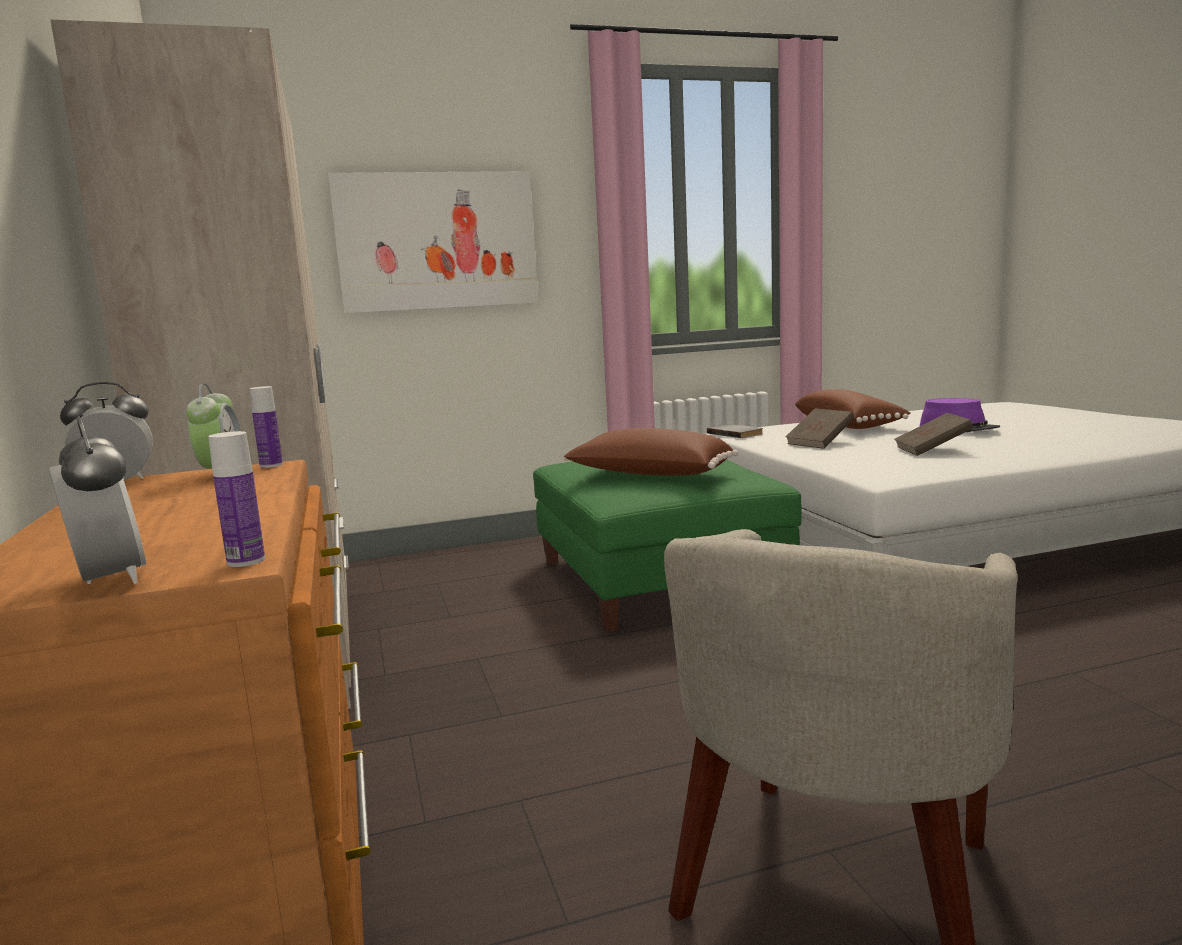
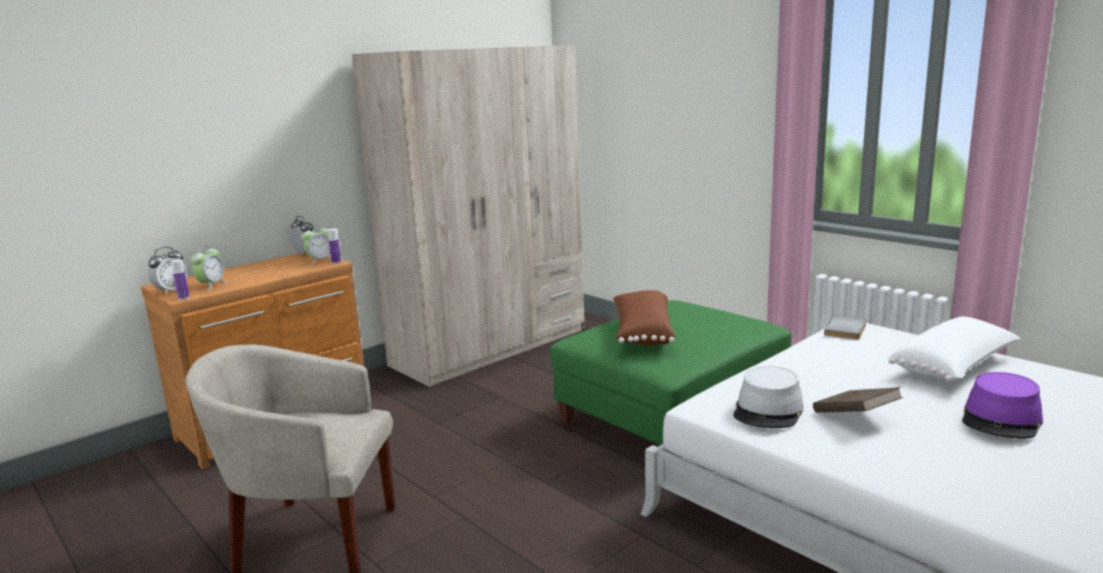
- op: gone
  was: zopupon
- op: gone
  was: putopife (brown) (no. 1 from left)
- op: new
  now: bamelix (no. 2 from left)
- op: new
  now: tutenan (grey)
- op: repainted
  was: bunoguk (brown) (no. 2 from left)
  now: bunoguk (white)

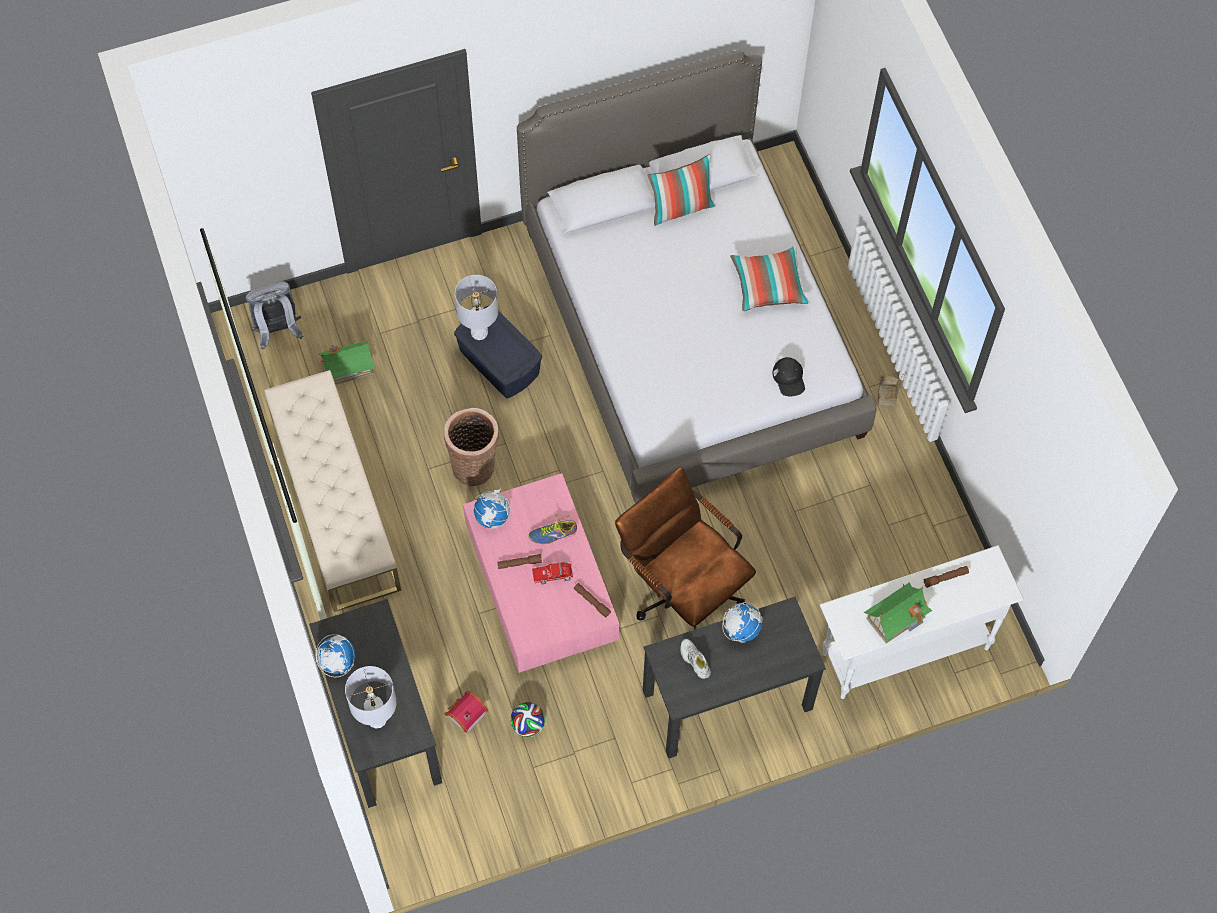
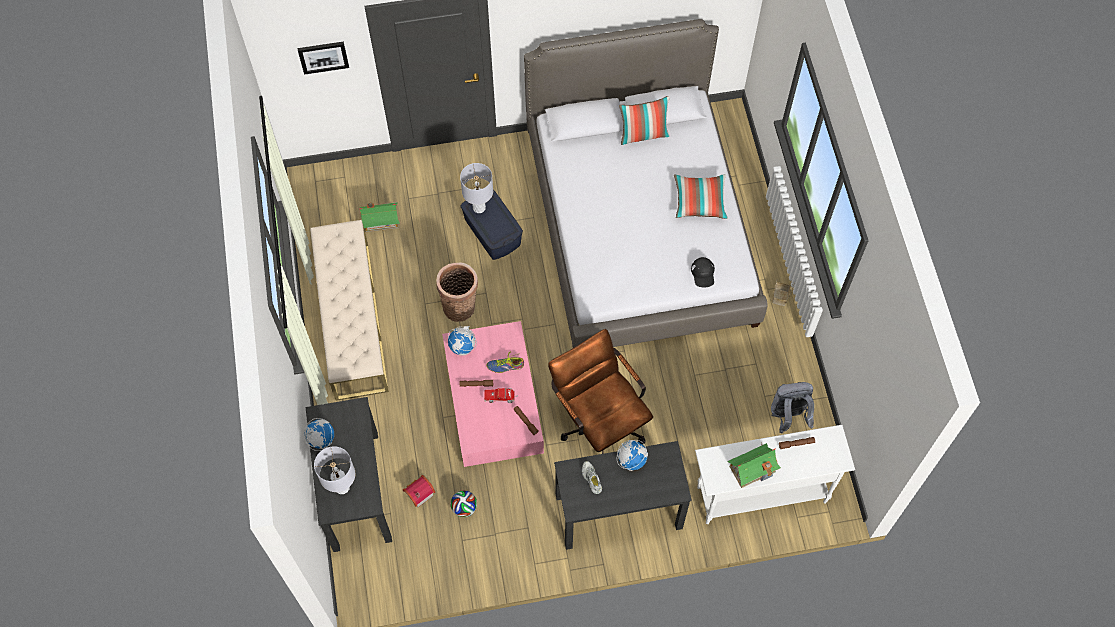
- op: new
  now: zopupon
- op: shifted
  was: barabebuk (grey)

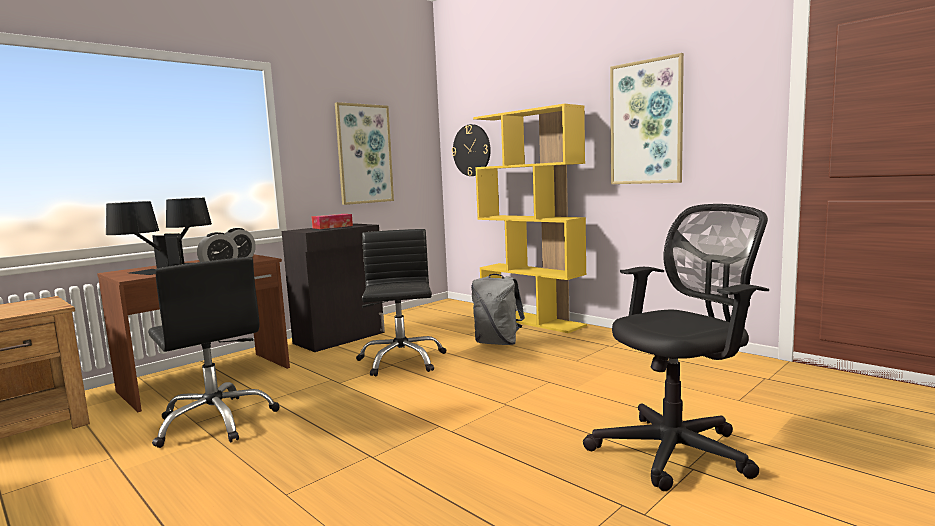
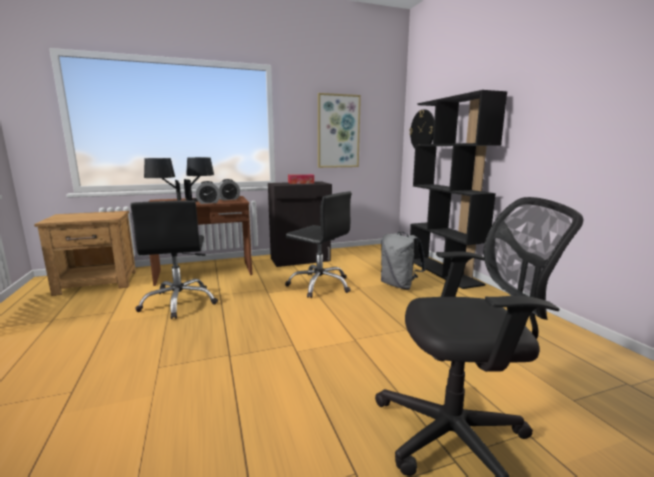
- op: gone
  was: zopupon (no. 2 from left)
- op: repainted
  was: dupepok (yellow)
  now: dupepok (black)
- op: rotated
  was: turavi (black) (no. 2 from left)
  clockwise: 105

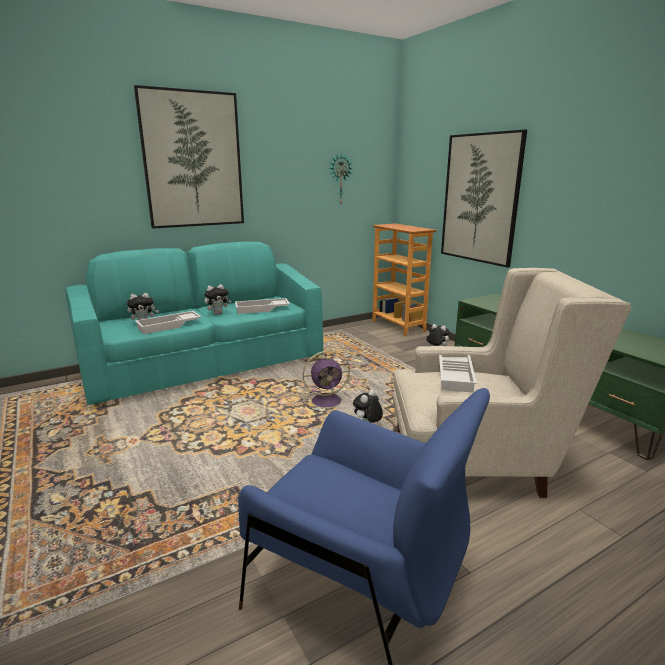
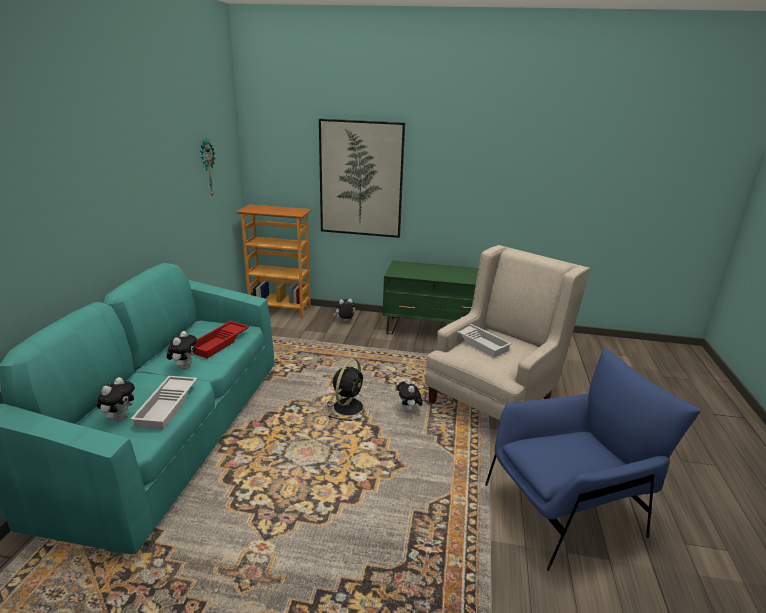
- op: gone
  was: zopupon (no. 1 from left)
- op: repainted
  was: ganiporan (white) (no. 2 from left)
  now: ganiporan (red)
- op: repainted
  was: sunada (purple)
  now: sunada (black)

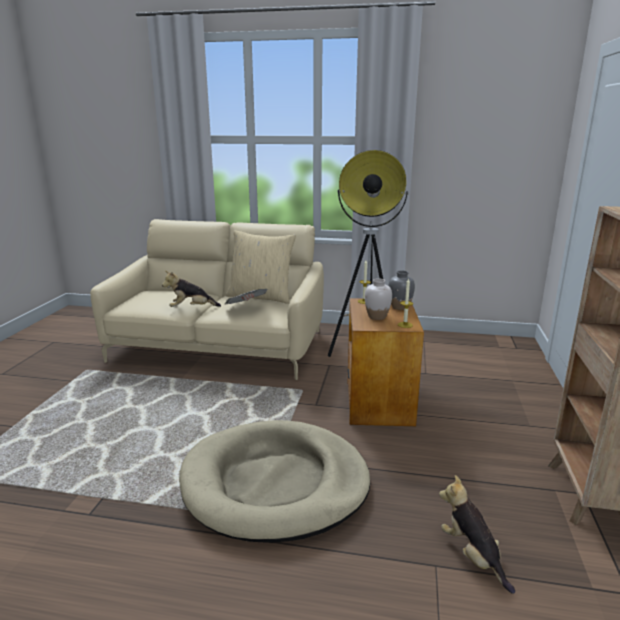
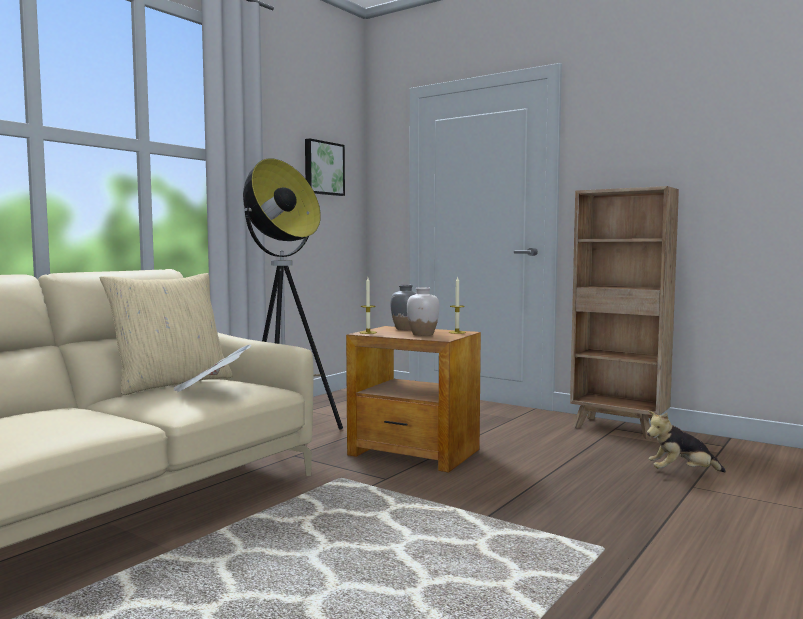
- op: gone
  was: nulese (no. 1 from left)
- op: gone
  was: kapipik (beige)
- op: new
  now: zopupon

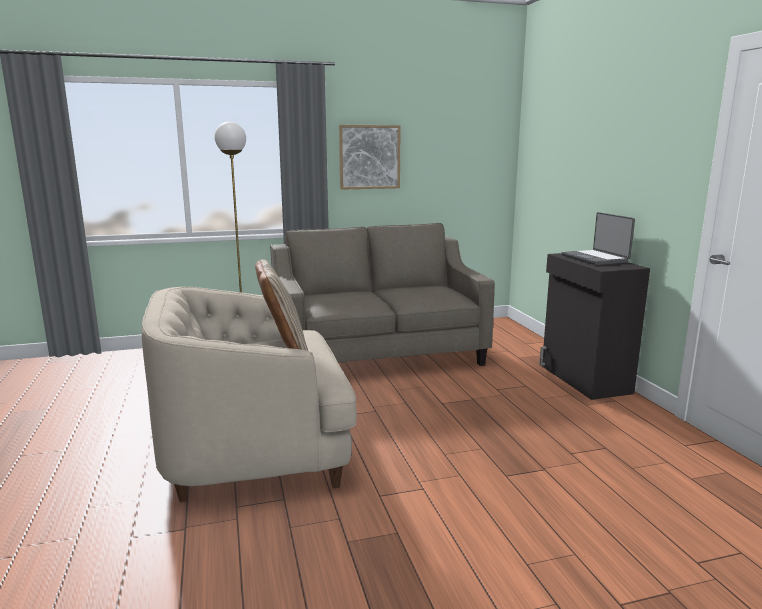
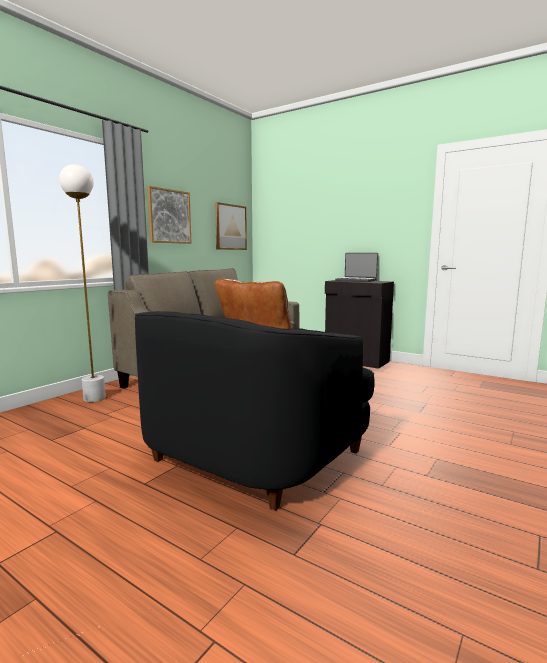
- op: new
  now: zopupon (no. 2 from left)
- op: repainted
  was: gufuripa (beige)
  now: gufuripa (black)

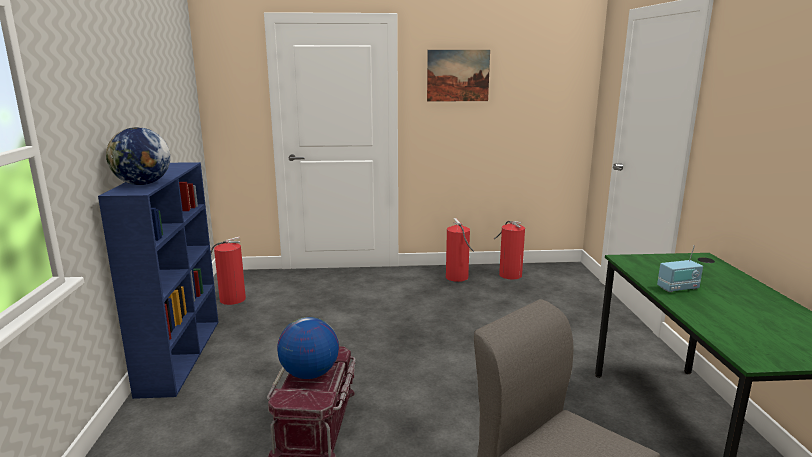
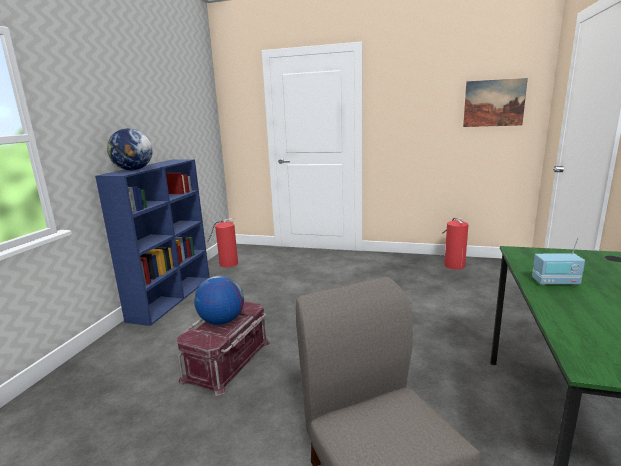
- op: gone
  was: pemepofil (no. 2 from left)
- op: shifted
  was: zopupon

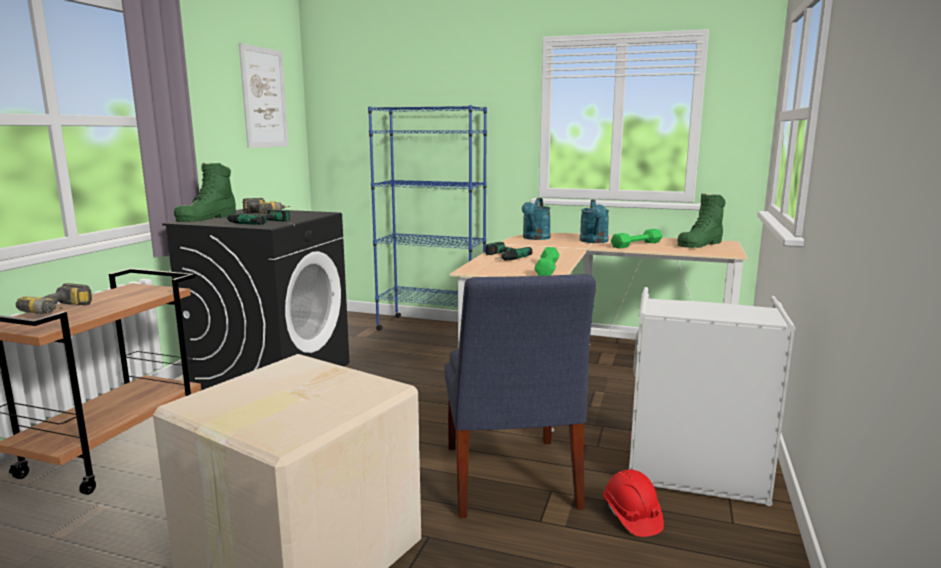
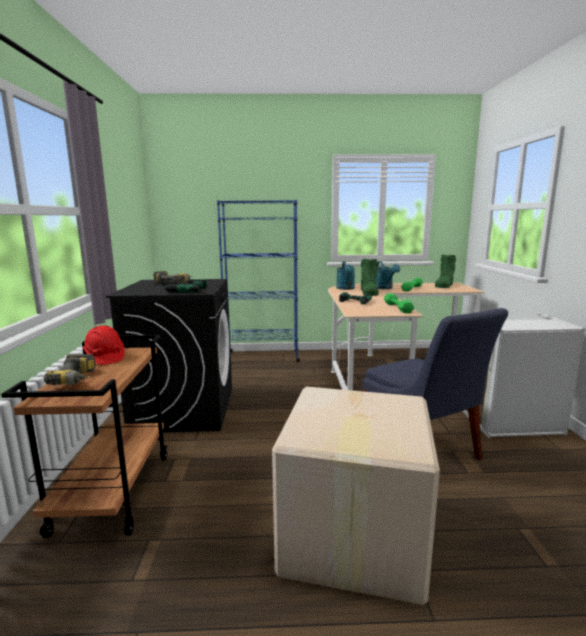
- op: gone
  was: zopupon
- op: shifted
  was: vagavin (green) (no. 1 from left)
- op: shifted
  was: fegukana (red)

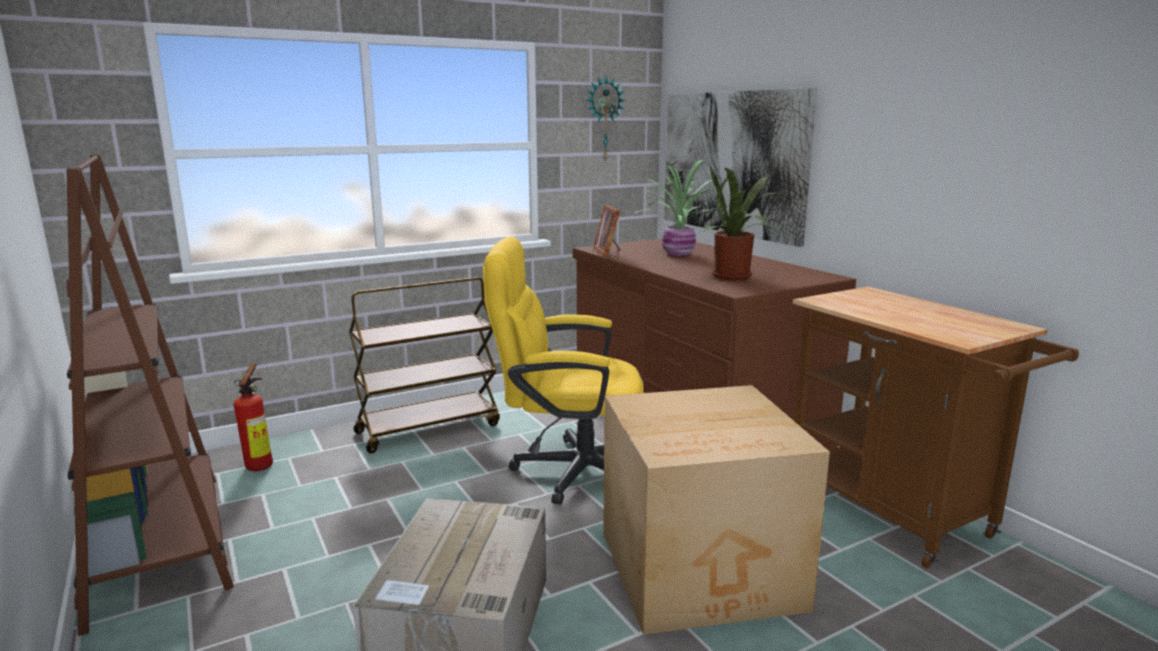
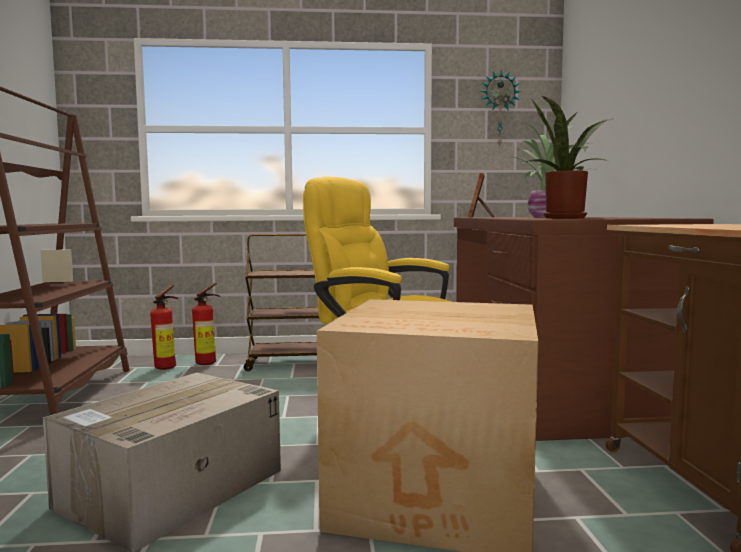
- op: gone
  was: zopupon
- op: new
  now: pemepofil (no. 2 from left)

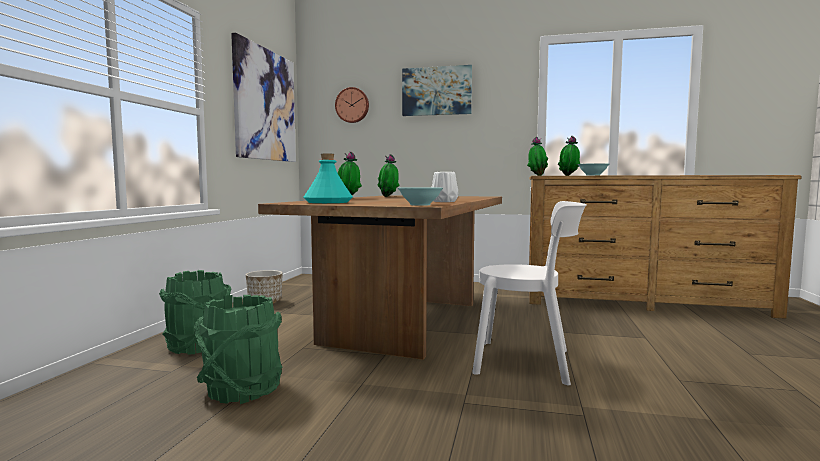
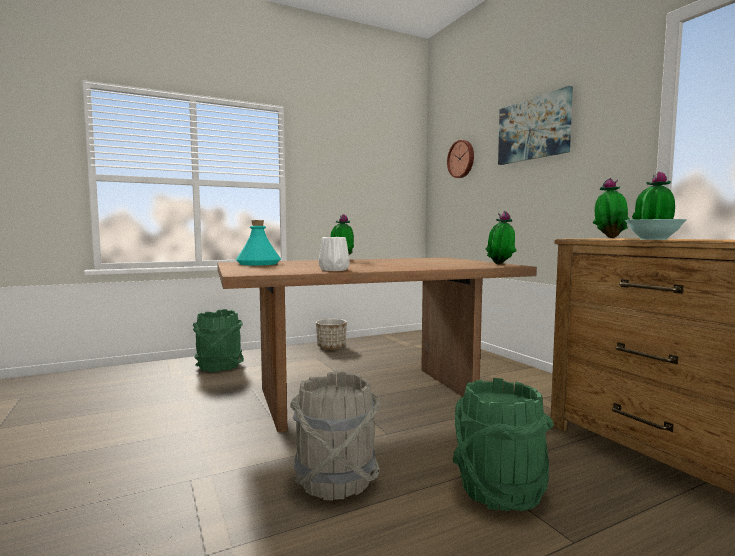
- op: gone
  was: zopupon (no. 1 from left)
- op: gone
  was: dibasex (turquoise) (no. 1 from left)
- op: shifted
  was: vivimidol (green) (no. 2 from left)
- op: shifted
  was: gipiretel (no. 2 from left)
- op: swapped
  was: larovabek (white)
  now: vivimidol (grey)

